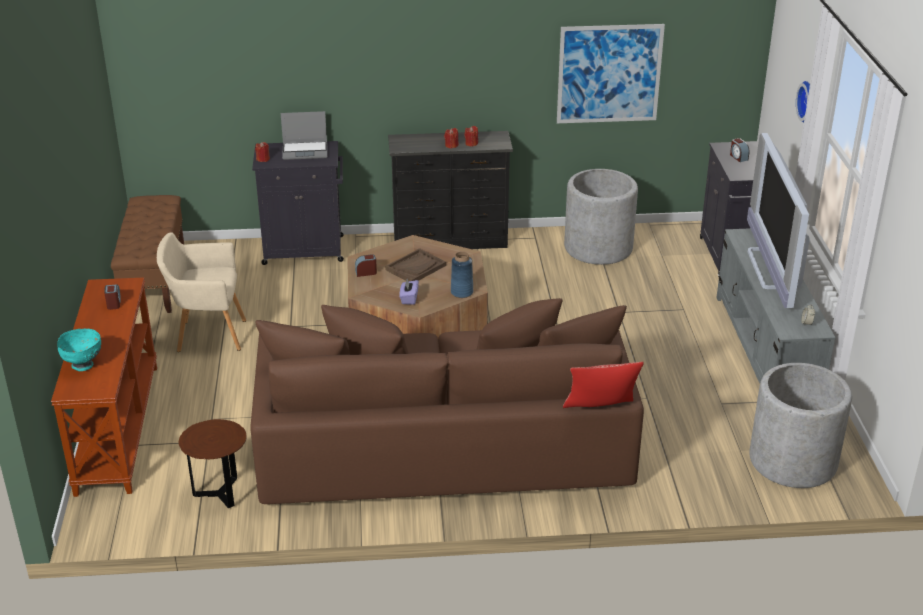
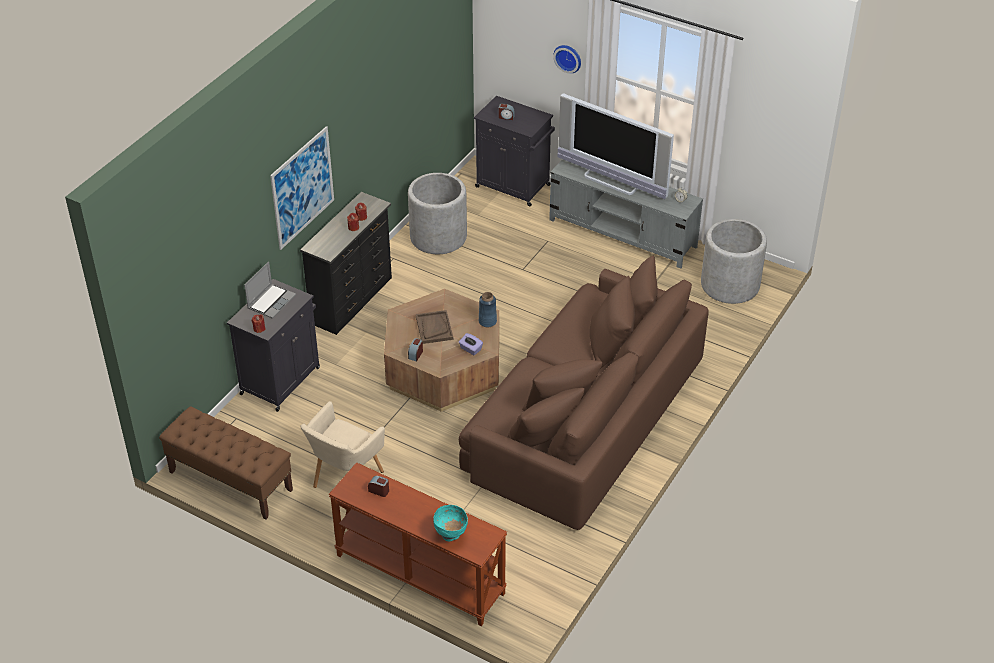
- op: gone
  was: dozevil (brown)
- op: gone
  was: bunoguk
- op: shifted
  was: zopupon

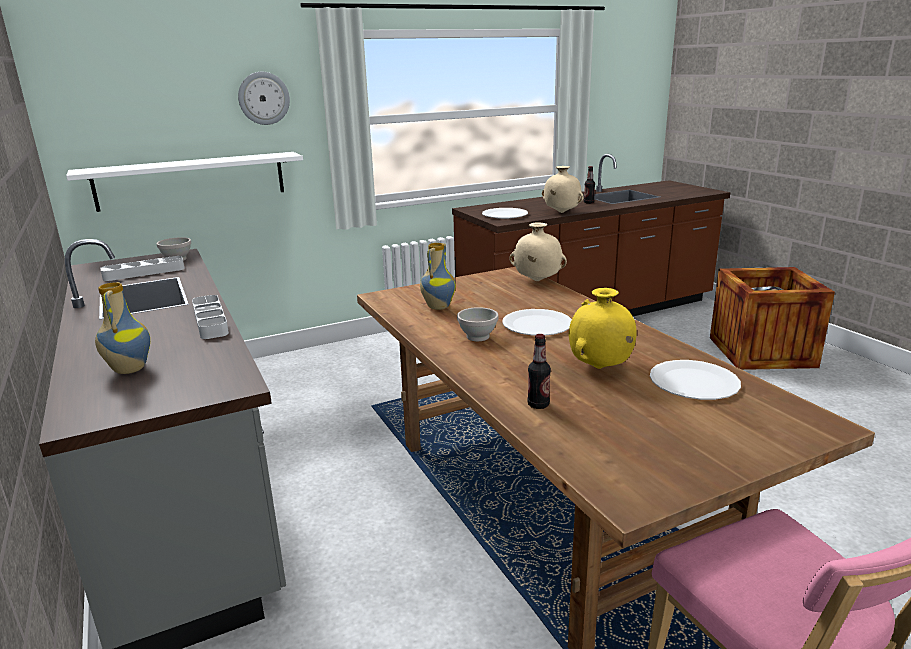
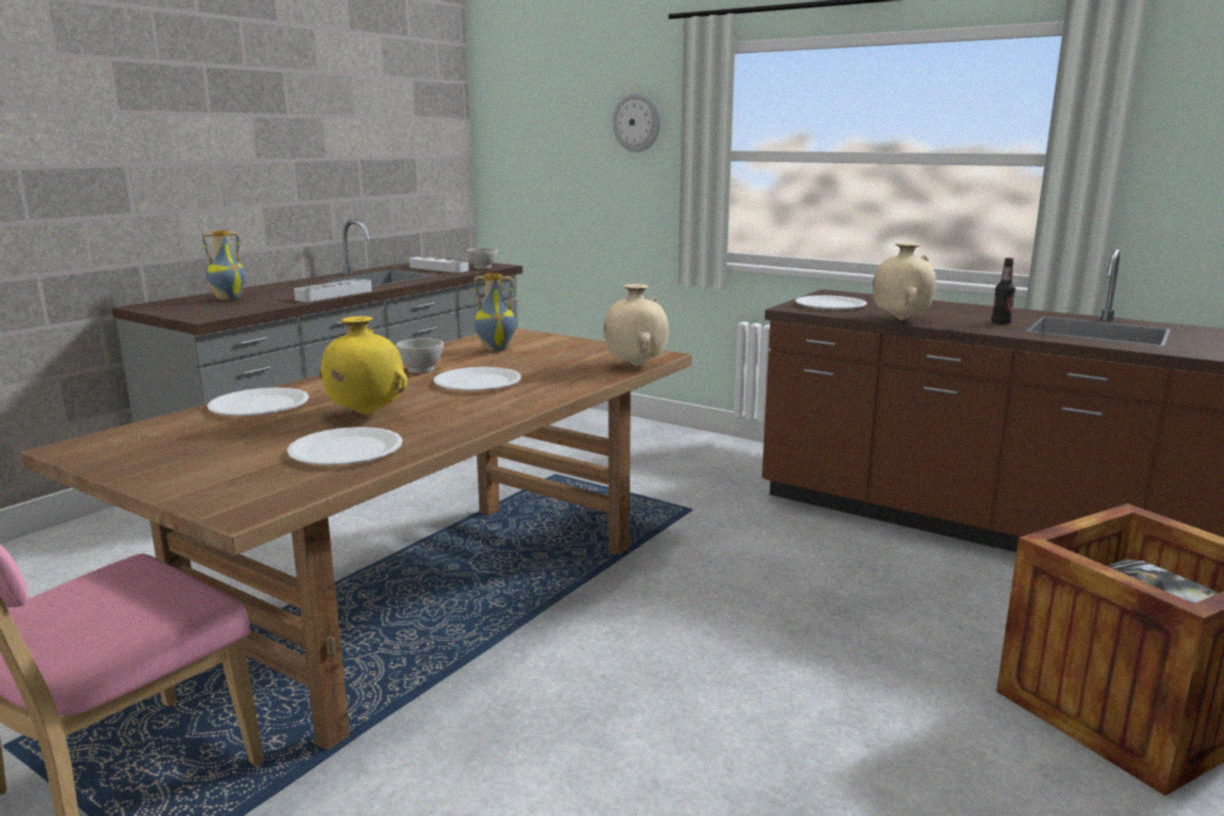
- op: gone
  was: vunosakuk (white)
- op: swapped
  was: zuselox (no. 1 from left)
  now: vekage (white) (no. 1 from left)

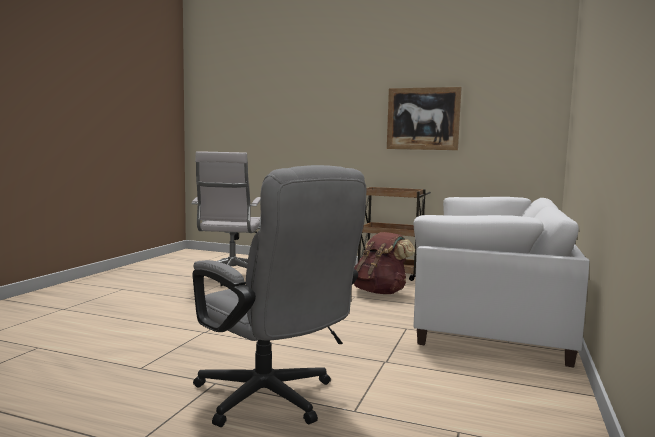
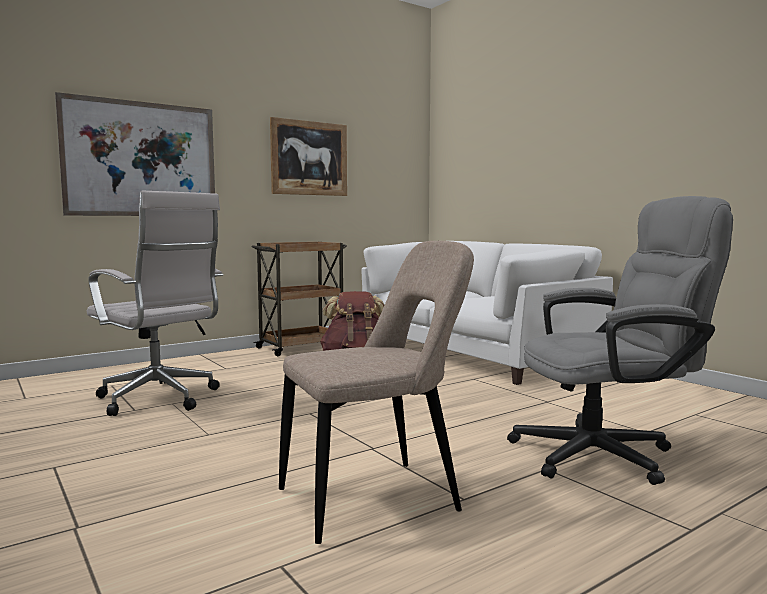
- op: new
  now: zopupon (no. 1 from left)
- op: new
  now: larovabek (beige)

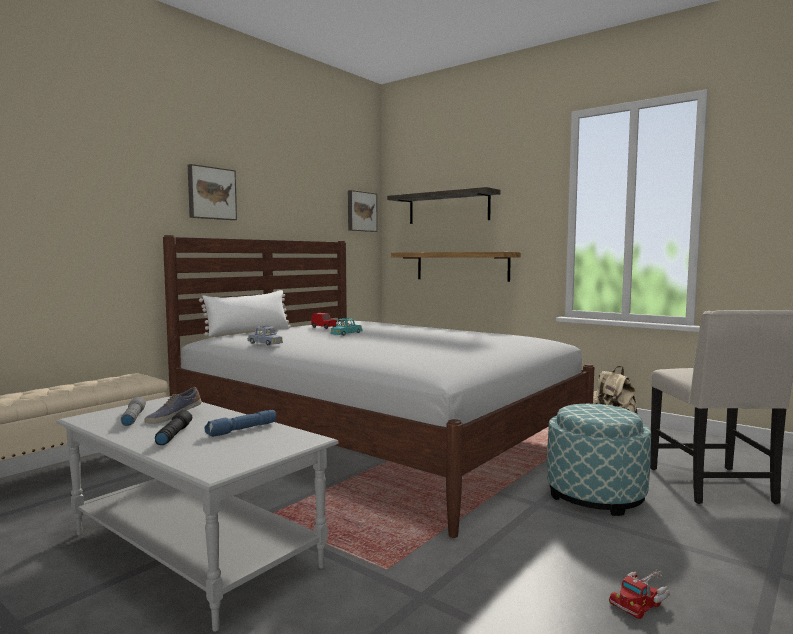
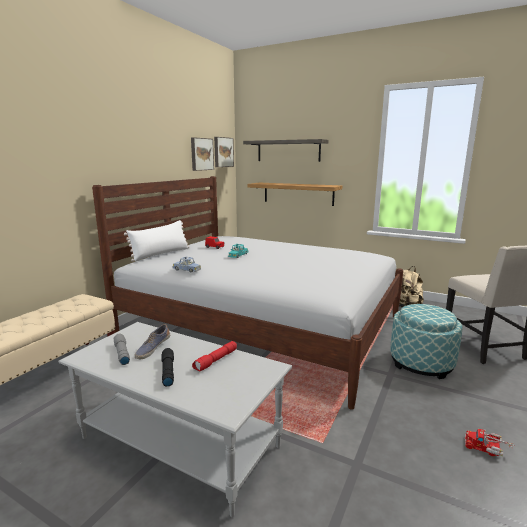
- op: shifted
  was: zopupon (no. 1 from left)
- op: repainted
  was: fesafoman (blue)
  now: fesafoman (red)
- op: rotated
  was: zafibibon
  clockwise: 75

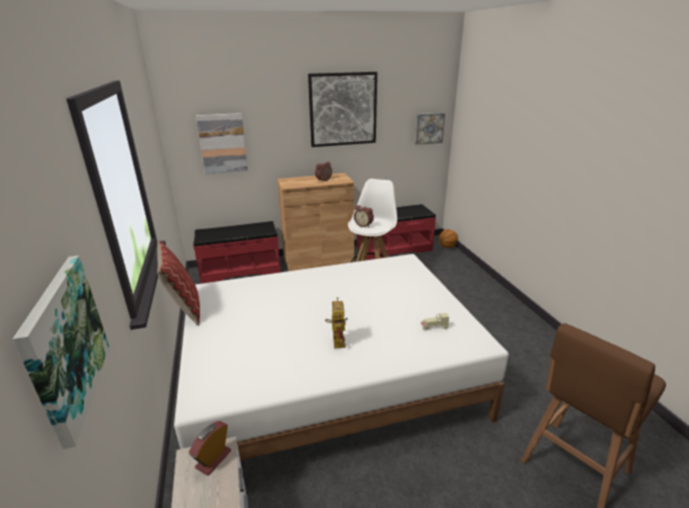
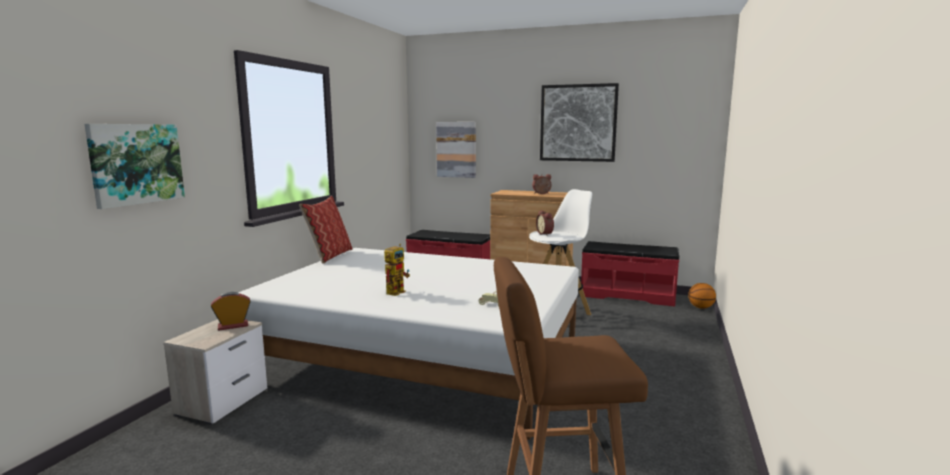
- op: gone
  was: zopupon (no. 4 from left)

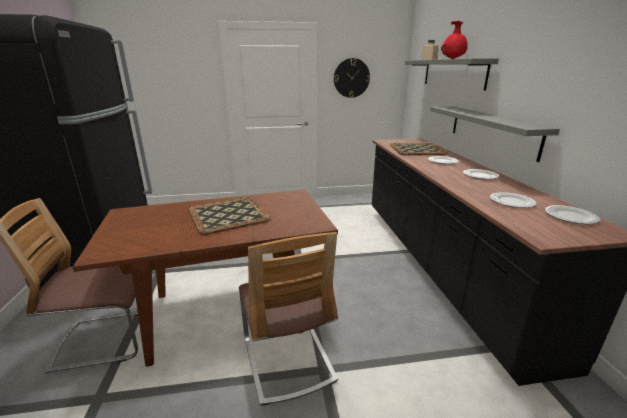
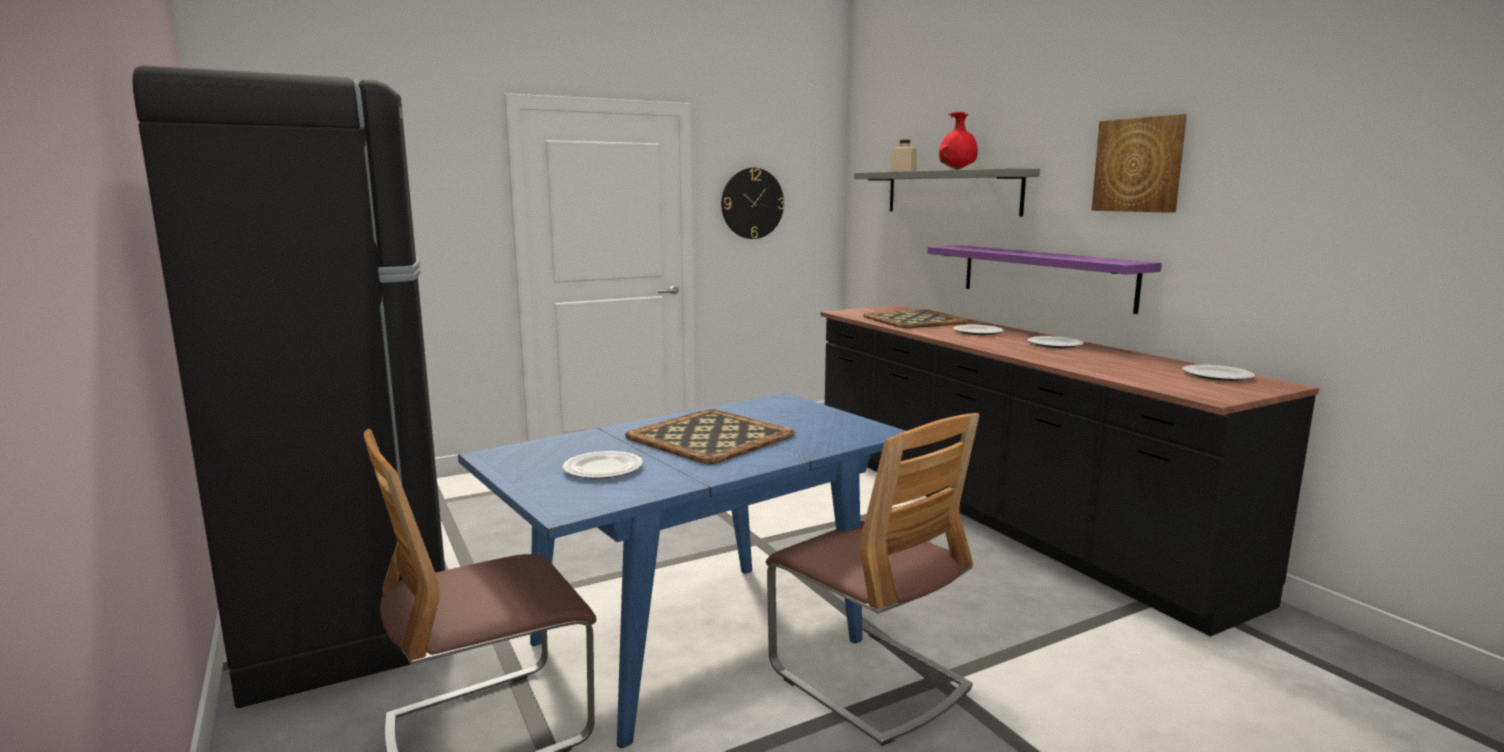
- op: new
  now: zopupon
- op: shifted
  was: vekage (no. 3 from left in the first image)
  now: vekage (no. 1 from left)
- op: repainted
  was: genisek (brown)
  now: genisek (blue)
- op: repainted
  was: vunosakuk (grey) (no. 2 from left)
  now: vunosakuk (purple)

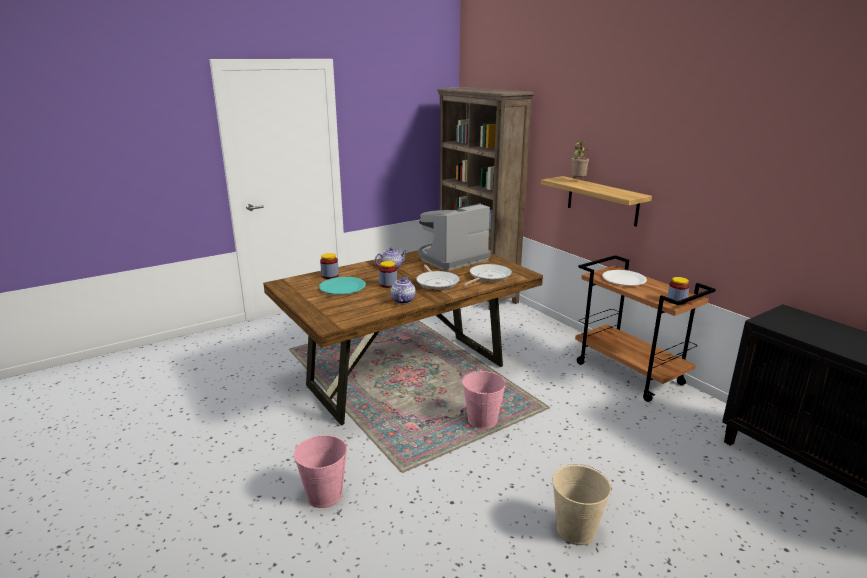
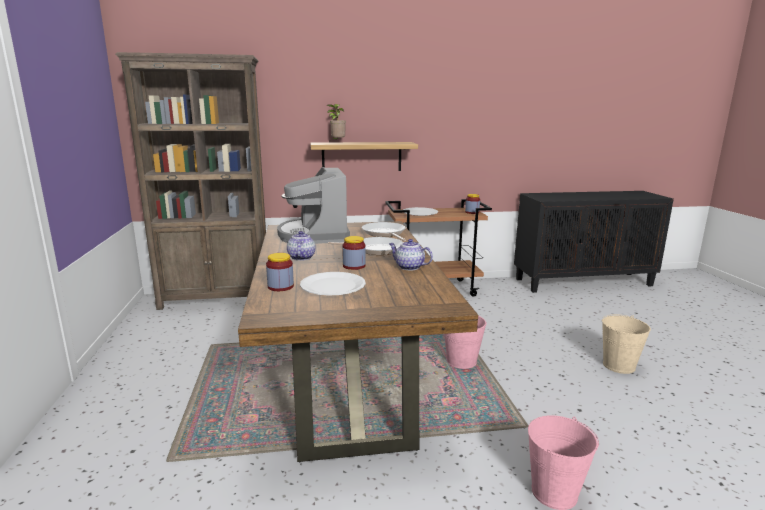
- op: repainted
  was: vekage (turquoise)
  now: vekage (white) (no. 1 from left)

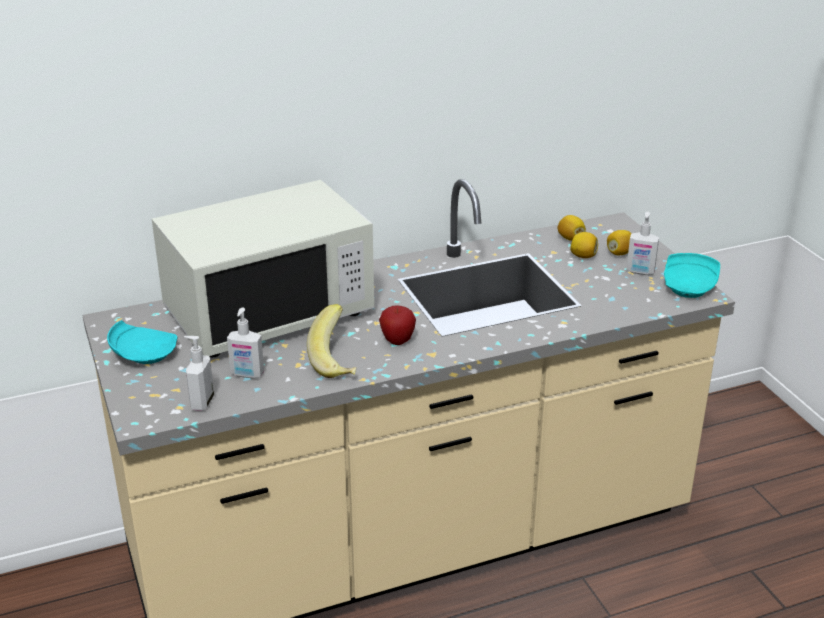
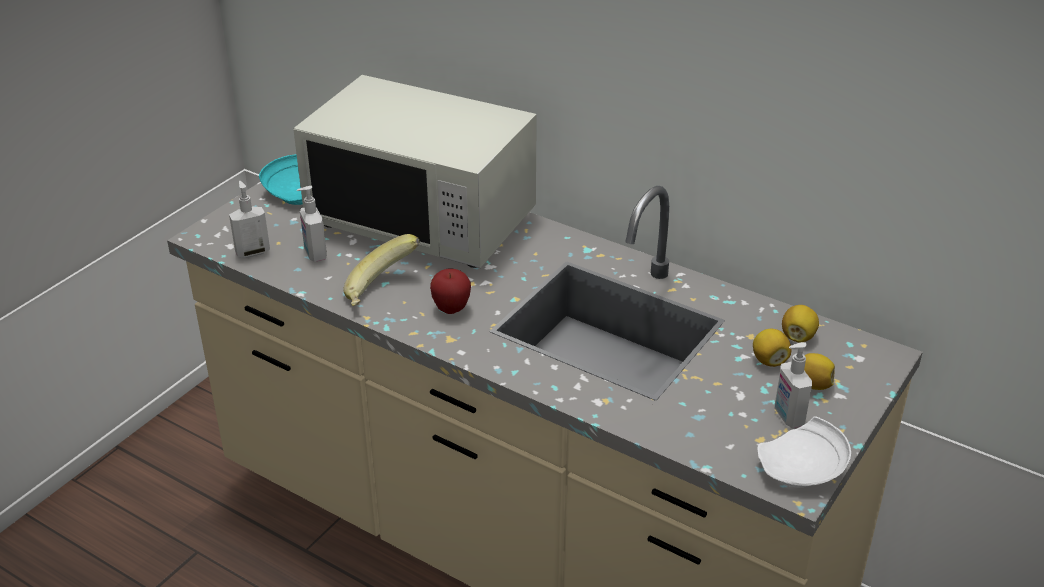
- op: repainted
  was: vekage (turquoise) (no. 2 from left)
  now: vekage (white)

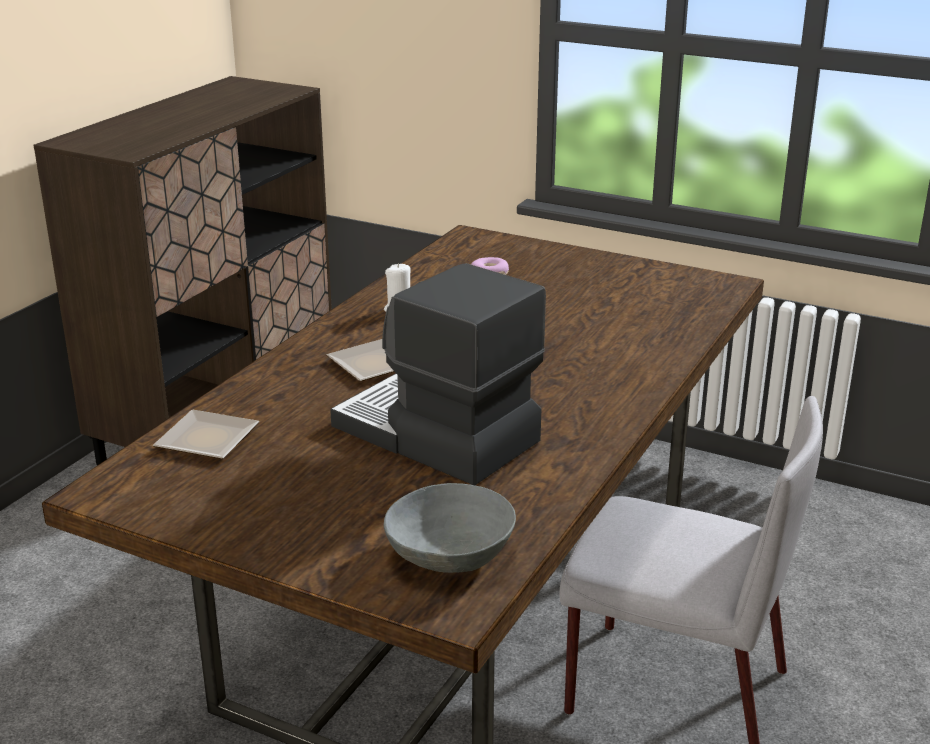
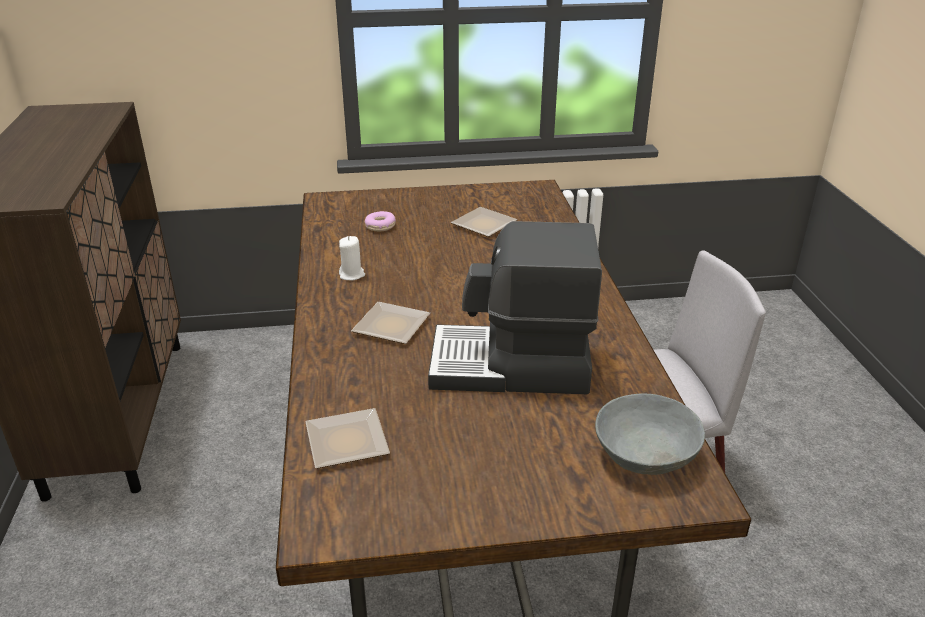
- op: new
  now: vekage (no. 3 from left)

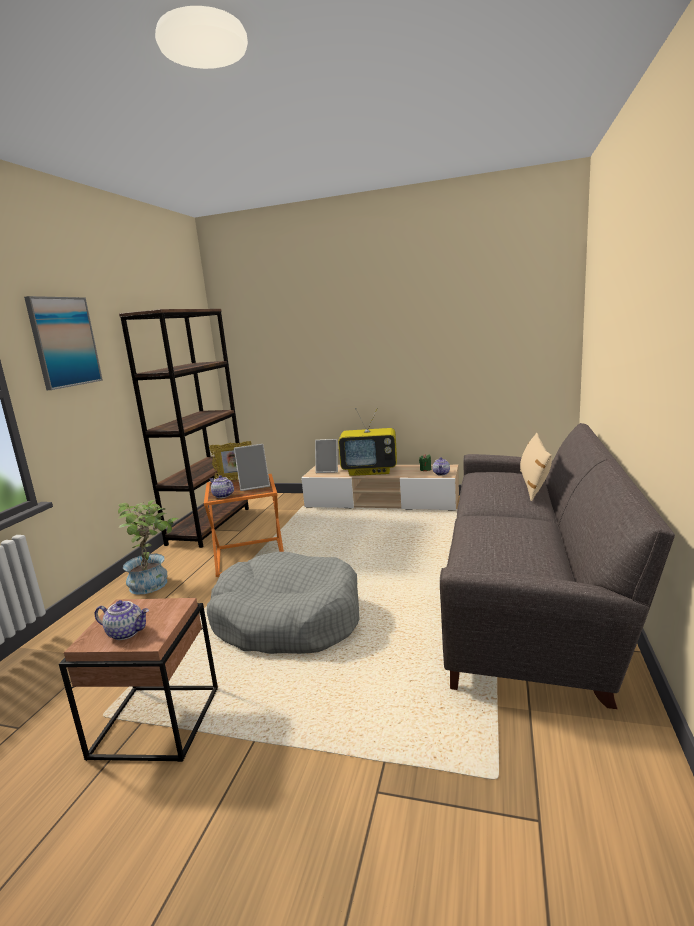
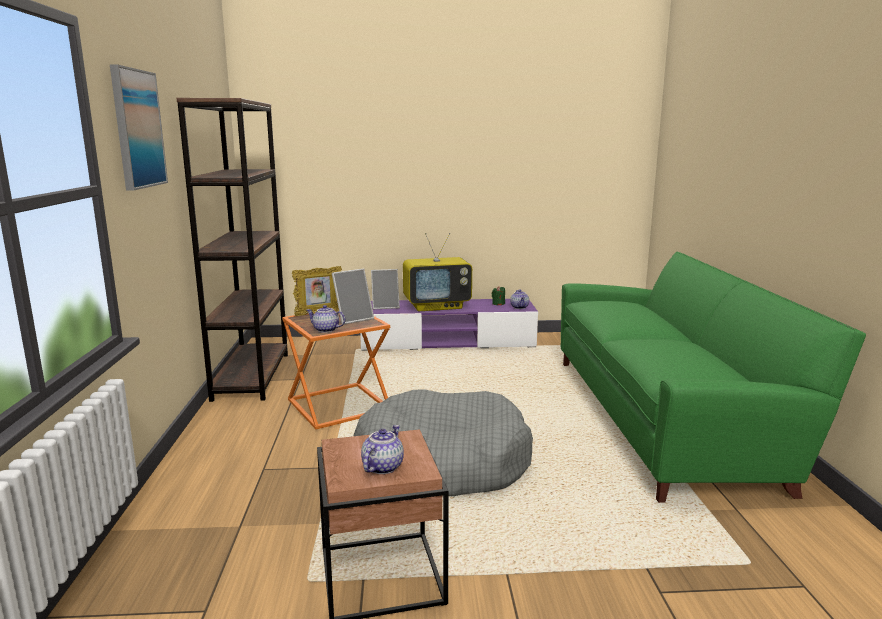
- op: gone
  was: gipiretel
- op: gone
  was: bunoguk (beige)
- op: repainted
  was: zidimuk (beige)
  now: zidimuk (purple)
- op: repainted
  was: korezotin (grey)
  now: korezotin (green)
- op: rotated
  was: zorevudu (no. 1 from left in the first image)
  clockwise: -60

